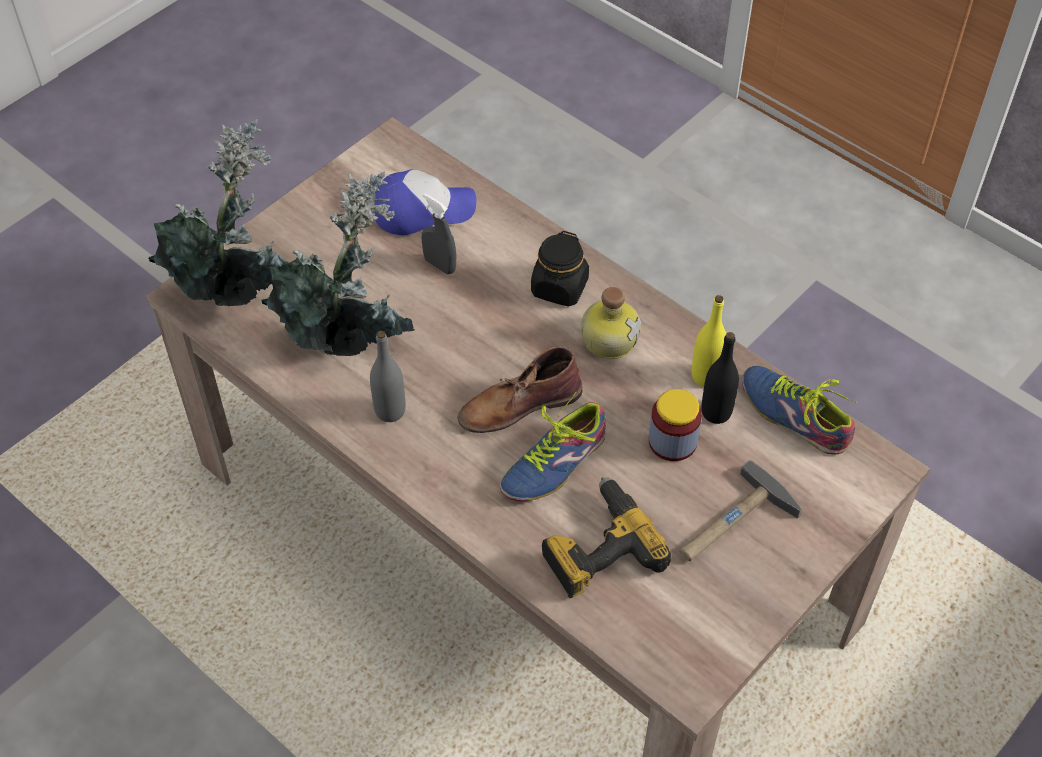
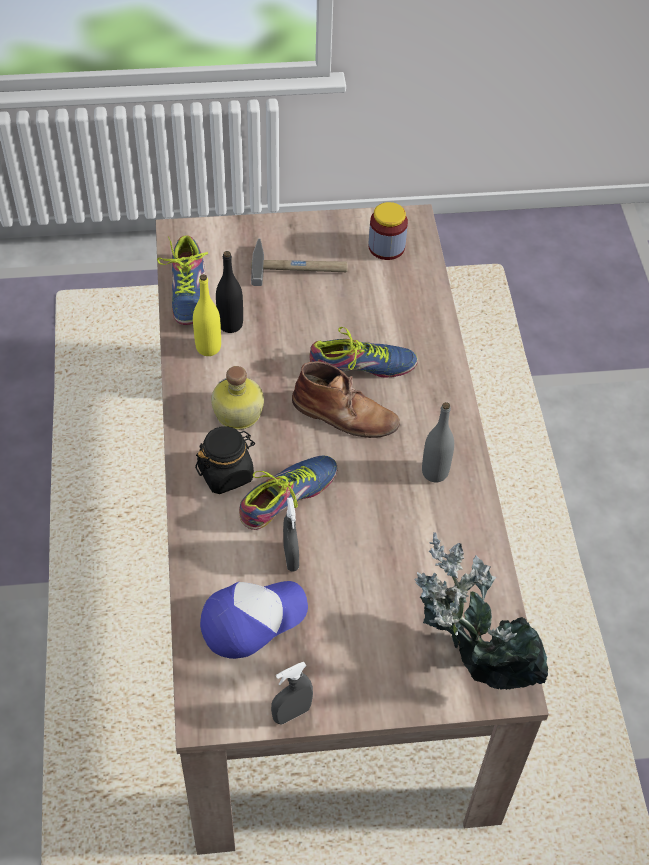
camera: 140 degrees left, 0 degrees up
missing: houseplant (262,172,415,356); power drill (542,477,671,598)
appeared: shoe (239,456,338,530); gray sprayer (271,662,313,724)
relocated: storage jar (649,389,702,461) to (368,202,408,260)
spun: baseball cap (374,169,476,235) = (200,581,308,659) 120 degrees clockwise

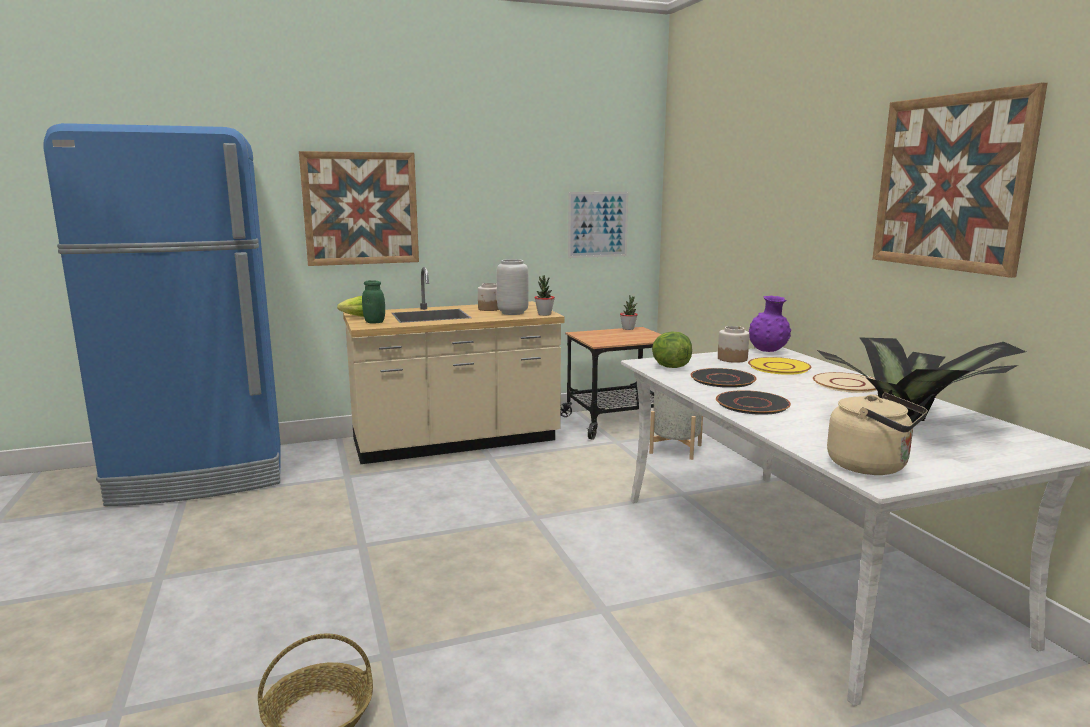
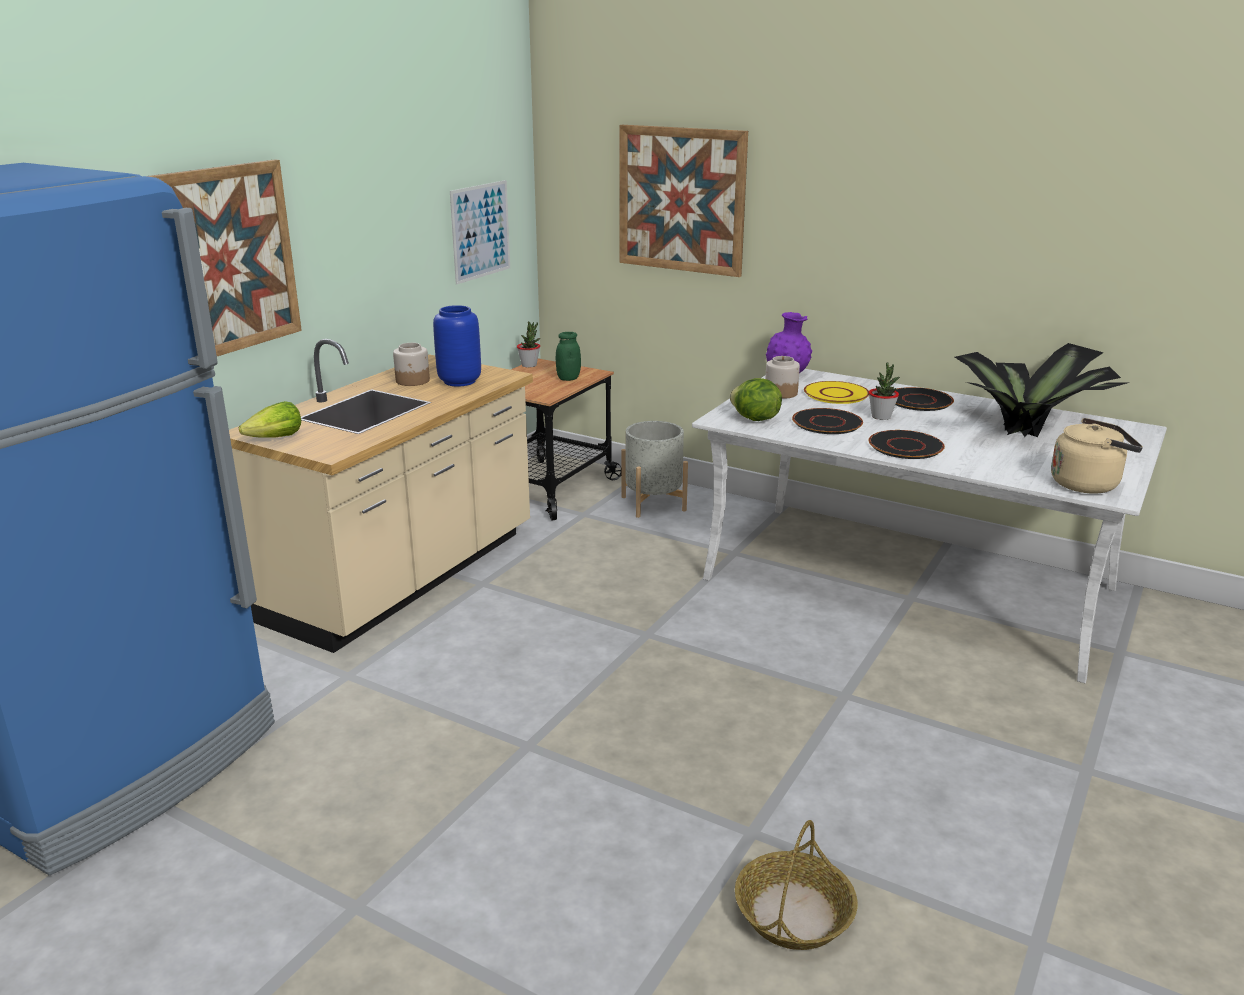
camera: 40 degrees left, 10 degrees up
relocated: green storage jar (362,280,385,324) to (556,332,581,381); houseplant (534,275,555,316) to (869,363,900,420); picture (872,82,1048,278) to (619,125,748,277)
colour: gray vase (497,259,529,315) to blue-coloured vase (433,305,481,386); beige-coloured dinner plate (813,372,877,393) to black dinner plate (895,387,954,411)

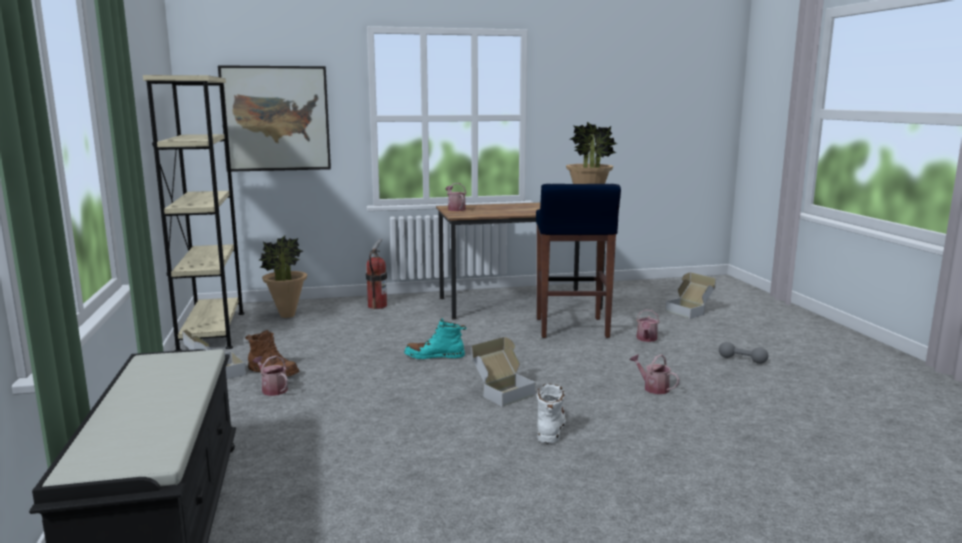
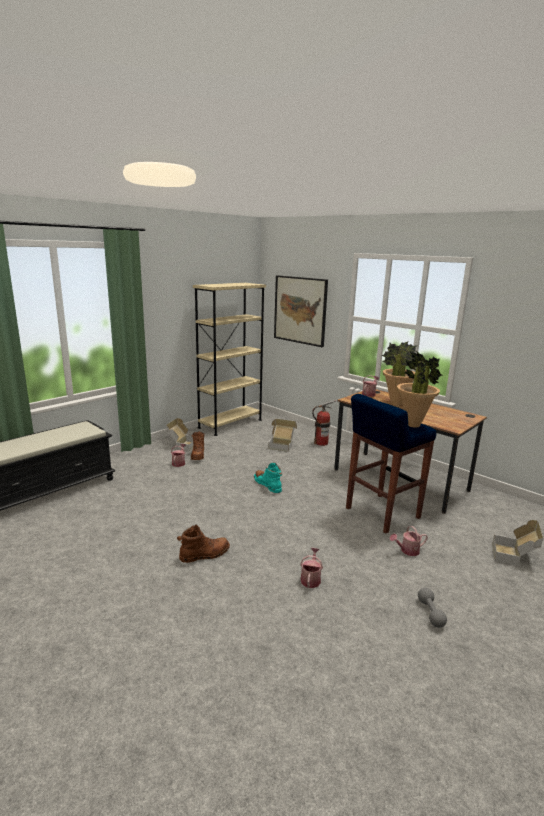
camera: 55 degrees right, 5 degrees up
relocated: houseplant (259,236,307,318) to (381,341,418,406); packing box (471,337,536,407) to (268,419,297,452)
colour: white tall boot (537,384,566,444) to brown-coloured tall boot (177,525,230,563)

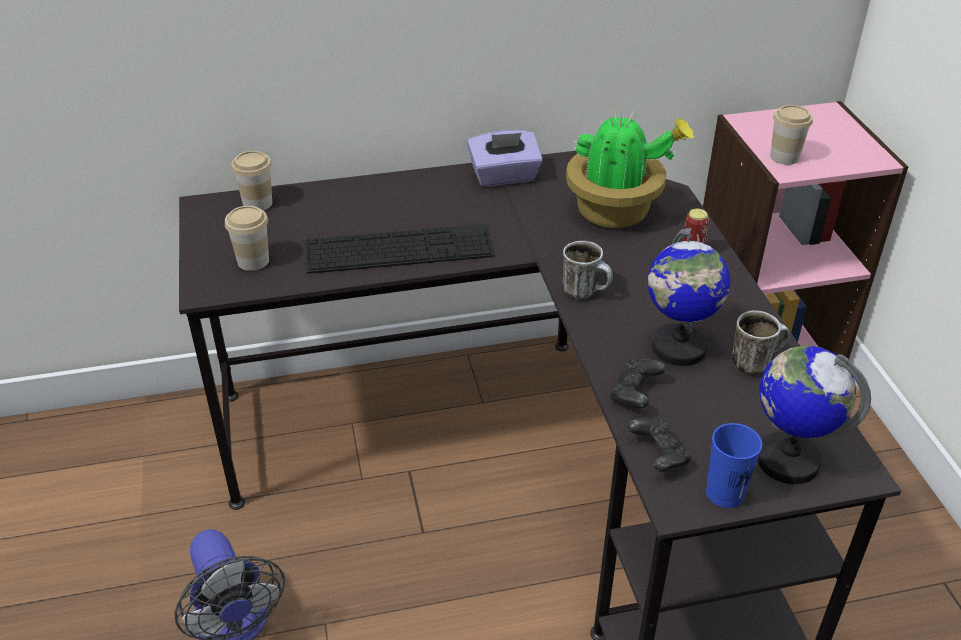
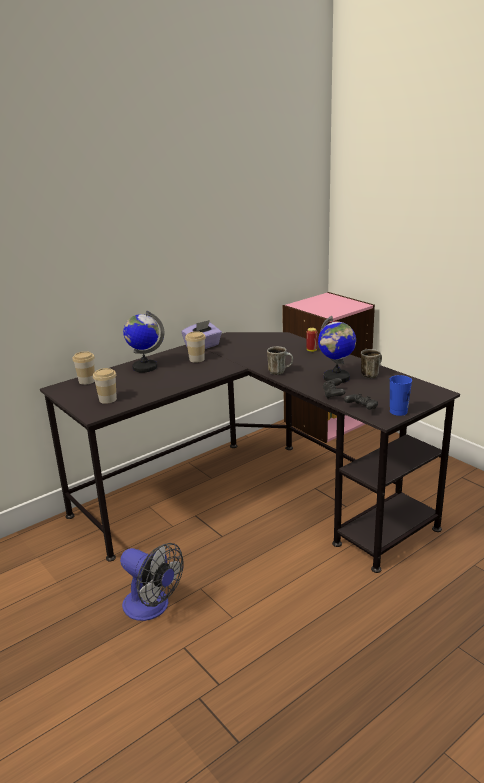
camera: 25 degrees left, 15 degrees down
missing: computer keyboard (305,224,494,274); houseplant (566,108,695,228)
relocated: desk globe (757,346,871,484) to (123,311,164,373); small cup (770,105,813,165) to (185,331,206,363)

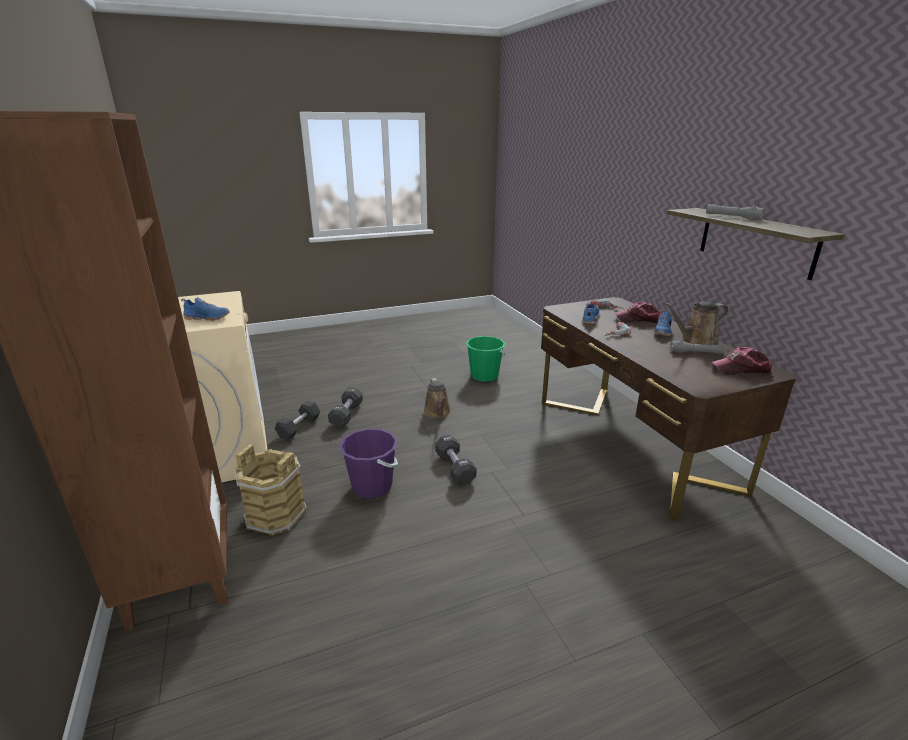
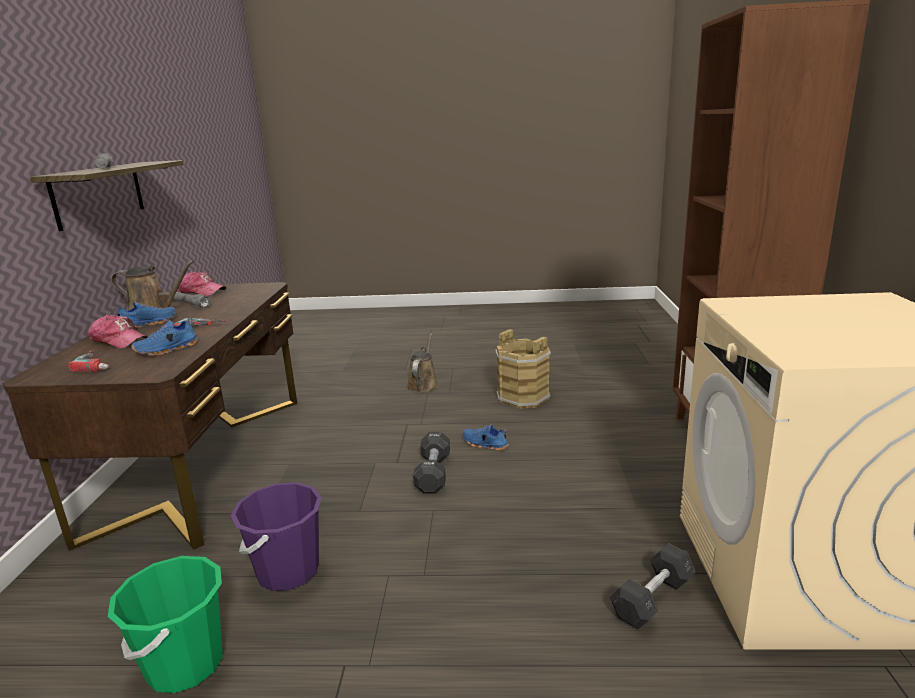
camera: 155 degrees left, 5 degrees down
missing: black free weight (328,388,363,428)
relocated: blue-coloured shoe (181,297,229,321) to (463,424,509,451); brown-coloured bucket (234,444,307,536) to (495,329,551,409); purple-coloured bucket (339,429,398,498) to (231,482,322,591); brown-coloured watering can (423,378,451,418) to (407,333,439,393)

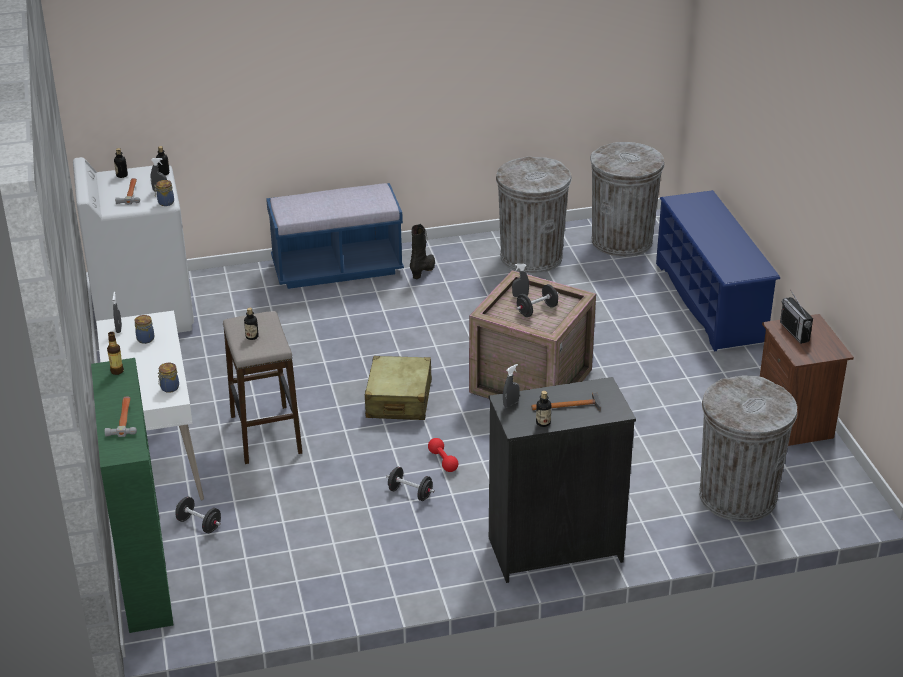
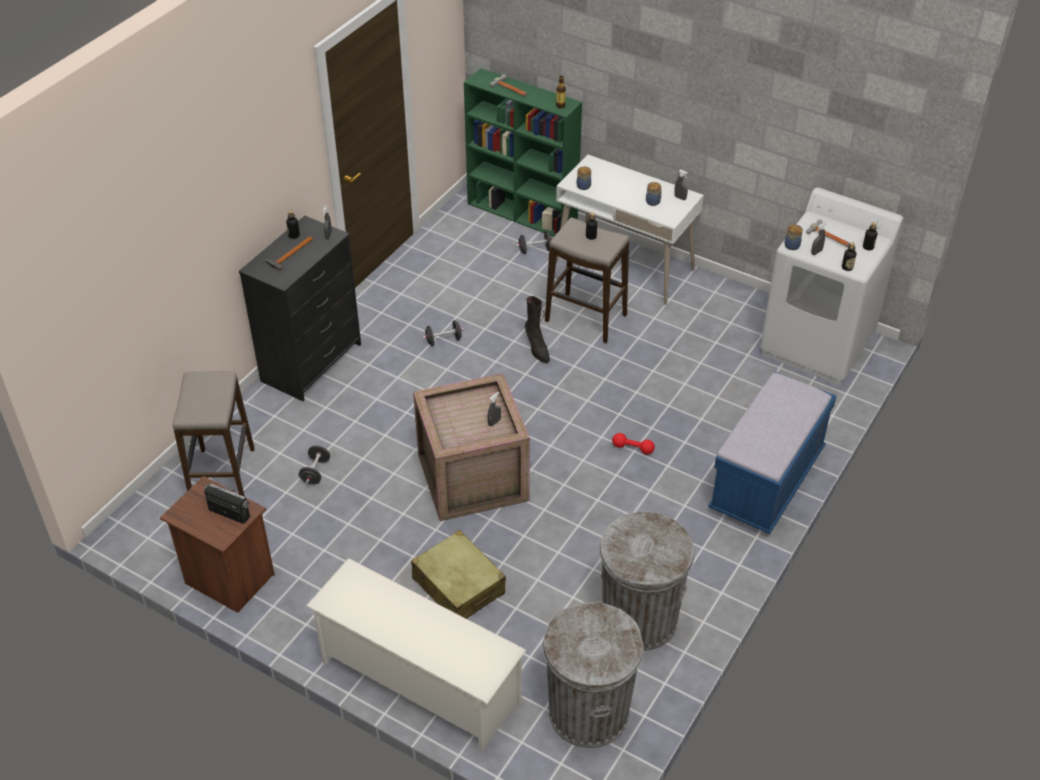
camera: 135 degrees right, 10 degrees up
relocated: beige-coloured suitcase (365,356,432,420) to (411,530,506,619); black tall boot (410,224,435,279) to (525,296,550,363); red free weight (428,438,458,472) to (612,433,655,454); black free weight (516,284,558,317) to (299,446,330,484)
exchanged: gray trash can (699,375,797,522) to stool seat (173,371,255,497)
colour: blue-coloured shoe shelf (656,190,780,351) to white shoe shelf (306,558,526,752)

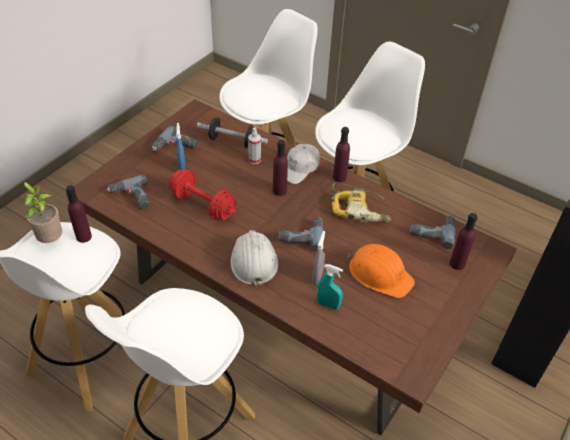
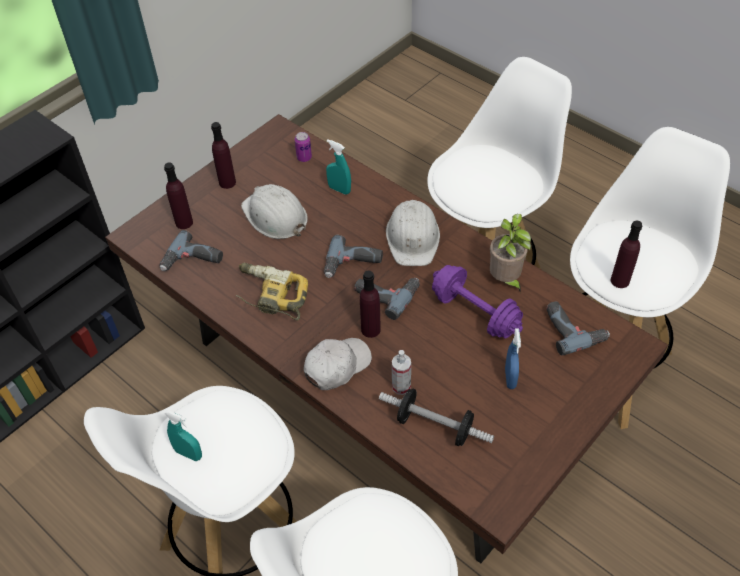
camera: 170 degrees left, 5 degrees up
missing: gray sprayer (312,231,325,284)
appeared: turquoise-coloured sprayer (164,410,202,461); sealed can (295,132,312,162)
relocated: houseplant (24,182,62,243) to (490,214,531,294); power drill (152,125,198,151) to (354,278,420,320); purple-coloured bottle (333,127,350,182) to (211,122,236,189)
colour: red free weight (169,170,236,220) to purple-coloured free weight (432,265,523,339); orange work helmet (348,244,415,298) to white work helmet (241,184,308,239)

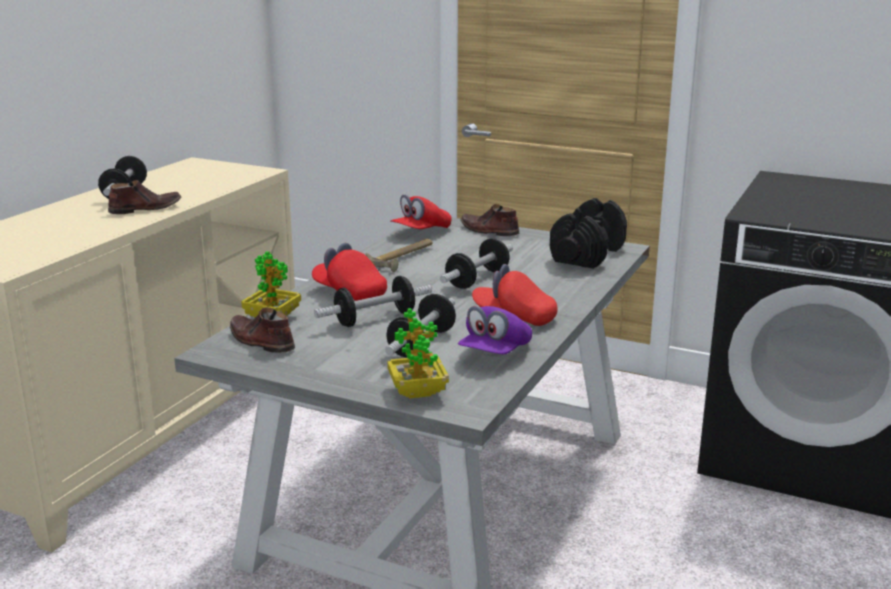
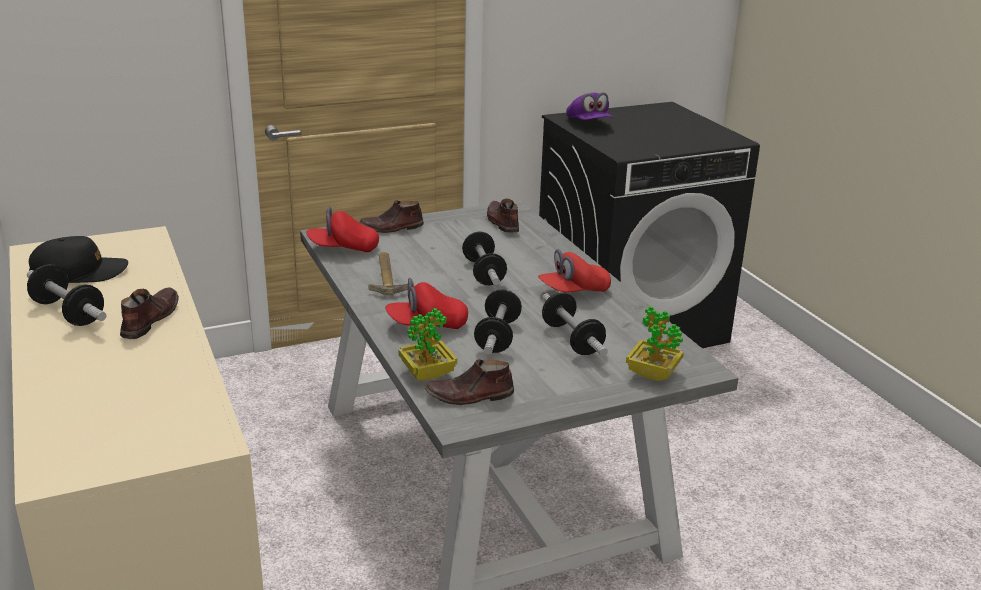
camera: 50 degrees left, 5 degrees up
appeared: black baseball cap (29,236,128,283)
relocated: purple-coloured baseball cap (458,306,532,354) to (566,92,613,120)
exchanged: black free weight (550,198,627,269) to brown-coloured shoe (487,199,519,233)
spun: red baseball cap (391,194,451,229) = (306,207,379,252) 90 degrees clockwise

